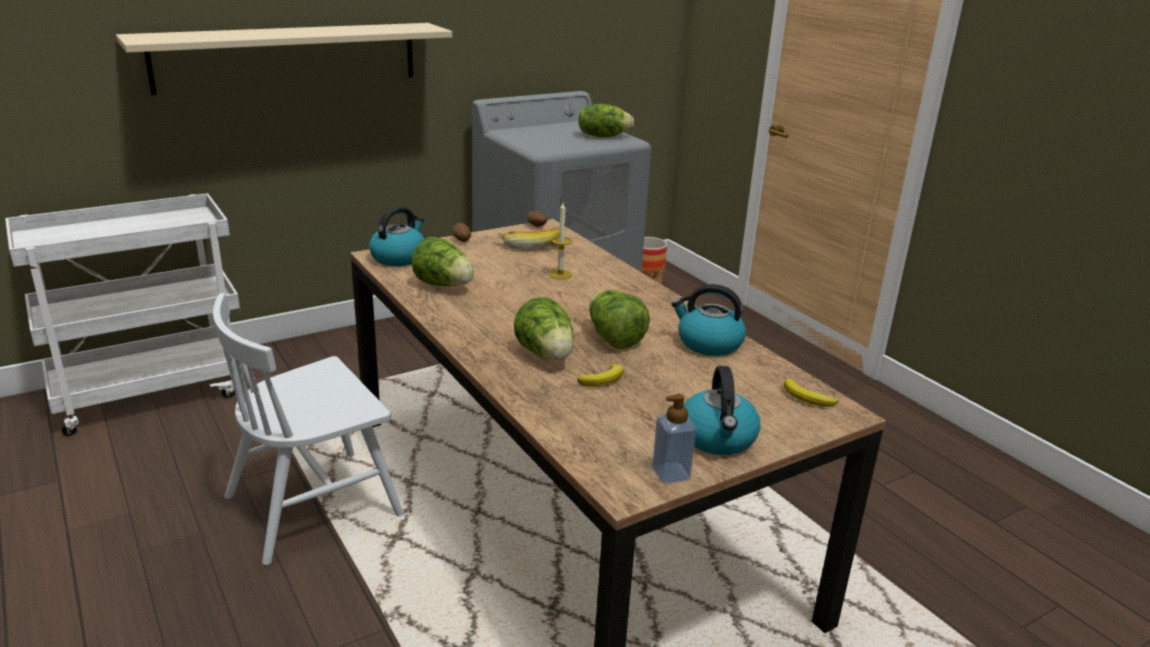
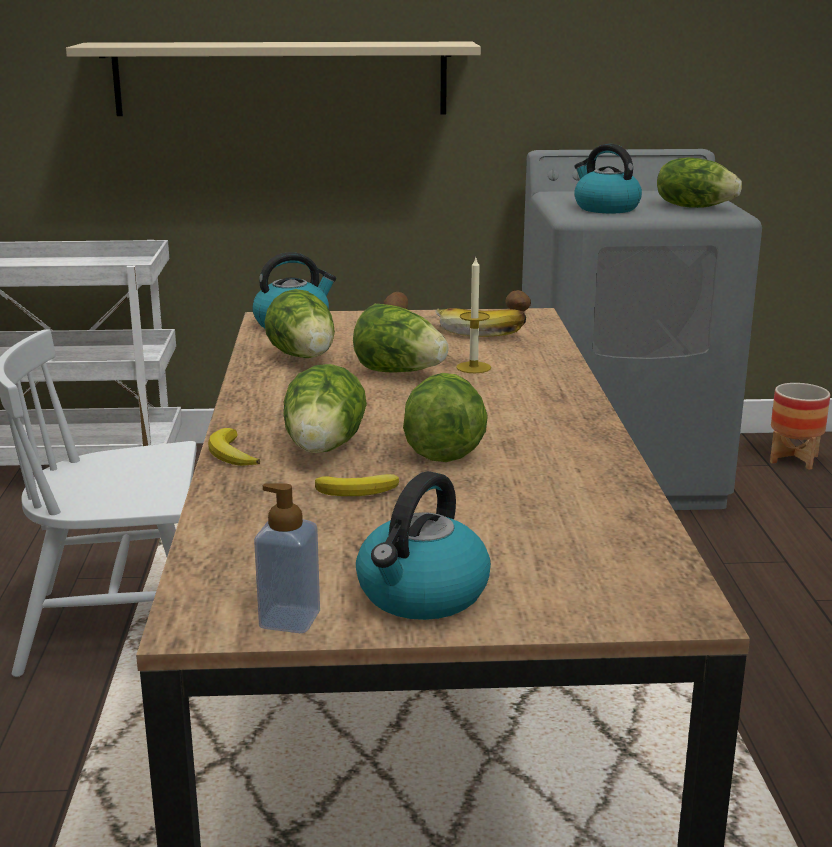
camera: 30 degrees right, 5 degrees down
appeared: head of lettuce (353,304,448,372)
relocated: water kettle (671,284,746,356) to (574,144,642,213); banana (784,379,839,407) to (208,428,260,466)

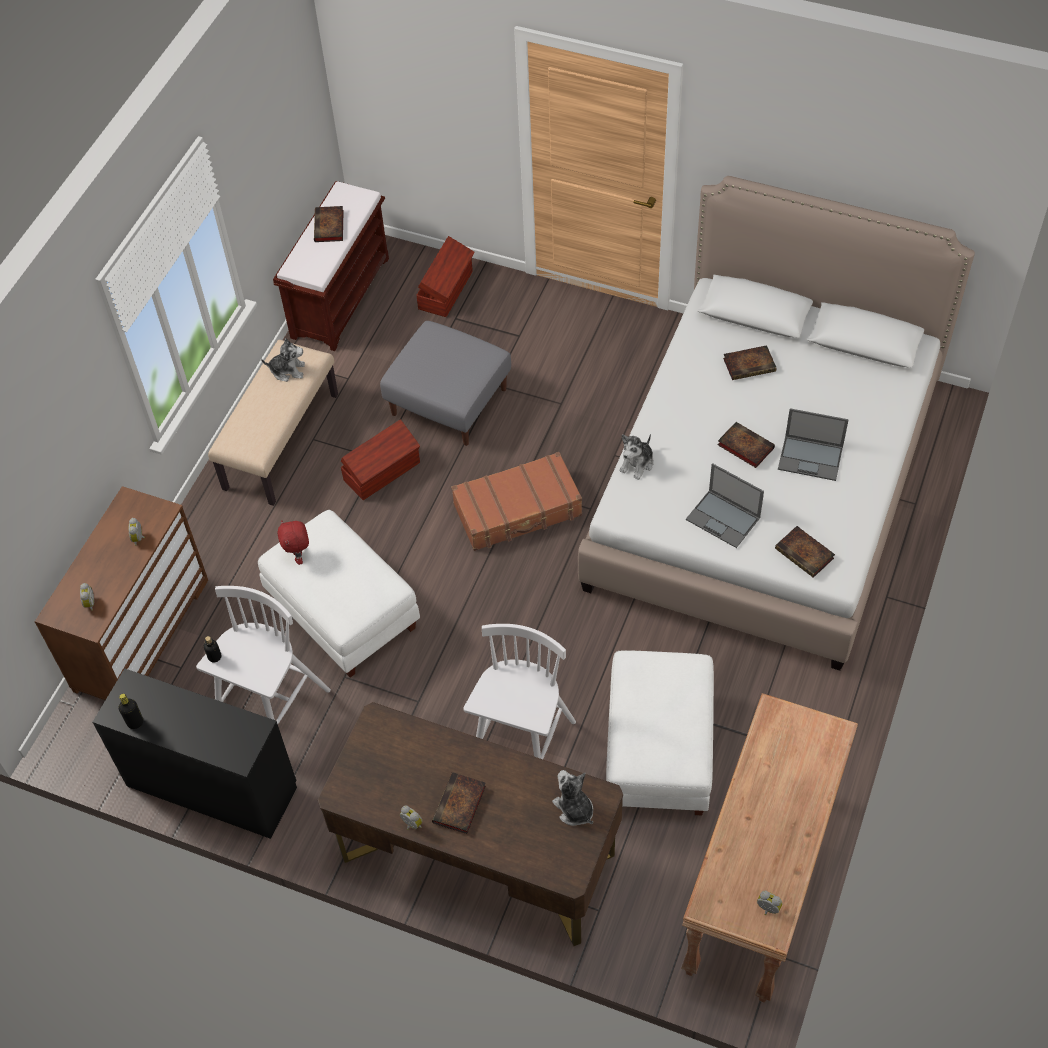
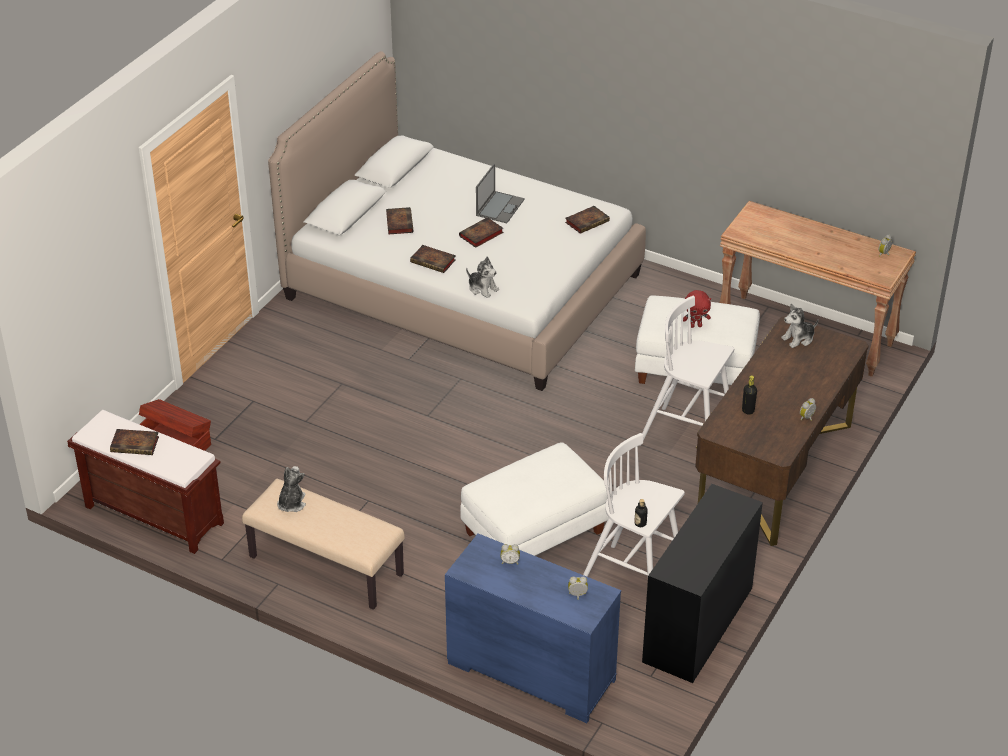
camera: 85 degrees left, 15 degrees down
missing: brown-coloured storage container (341,419,420,500); gray pouffe (380,321,511,446); brown-coloured suitcase (451,452,582,551); laptop (686,463,764,548)
relocated: black bottle (119,694,143,729) to (742,375,757,415); red soft toy (277,520,309,565) to (683,290,711,328); bound book (432,772,486,834) to (410,245,456,273)
colour: brown-coloured chest of drawers (35,486,208,700) to blue-coloured chest of drawers (445,534,621,723)

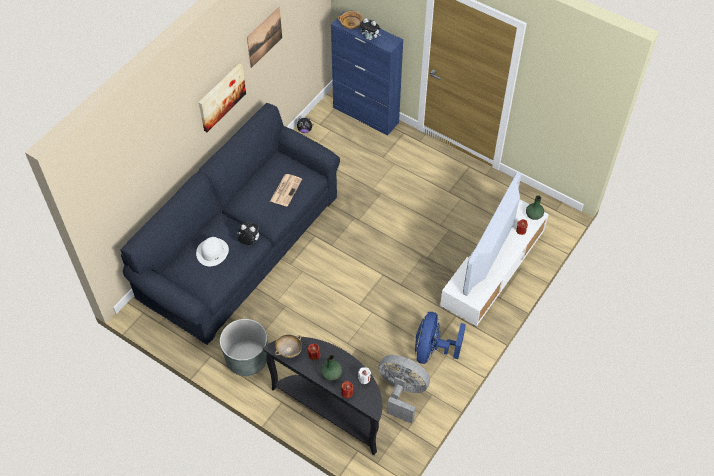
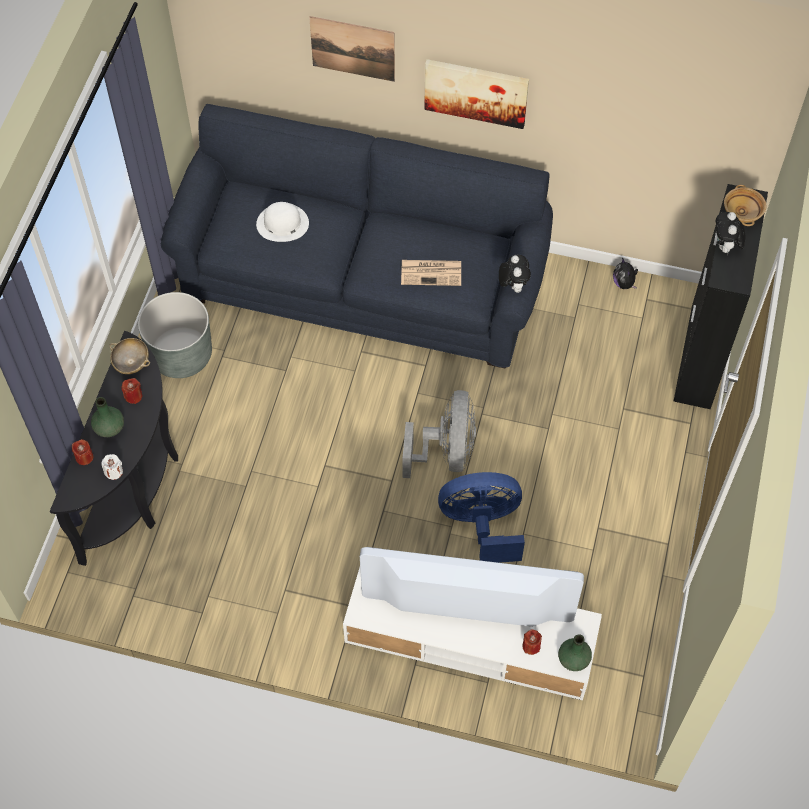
camera: 70 degrees right, 5 degrees up
relocated: soft toy (237,222,259,245) to (499,255,531,293); picture (247,7,282,68) to (309,16,395,82); gray fan (379,355,430,423) to (403,390,476,478); blue-coloured fan (415,312,466,364) to (438,472,525,563)
colour: blue-coloured storage cabinet (331,11,403,136) to black storage cabinet (674,184,768,409)

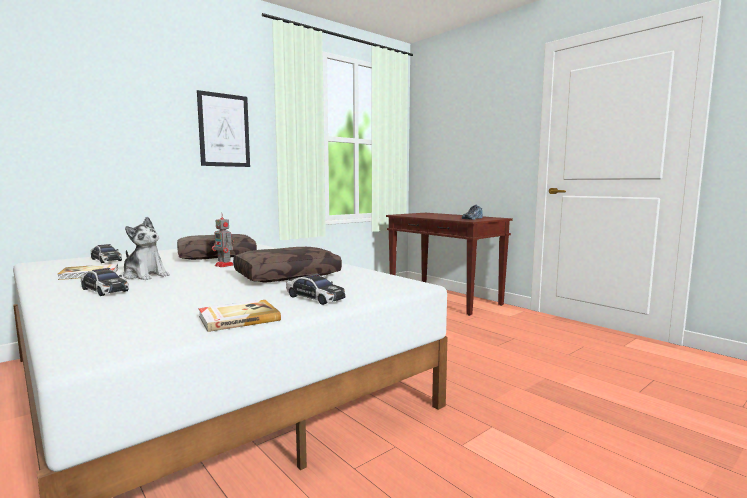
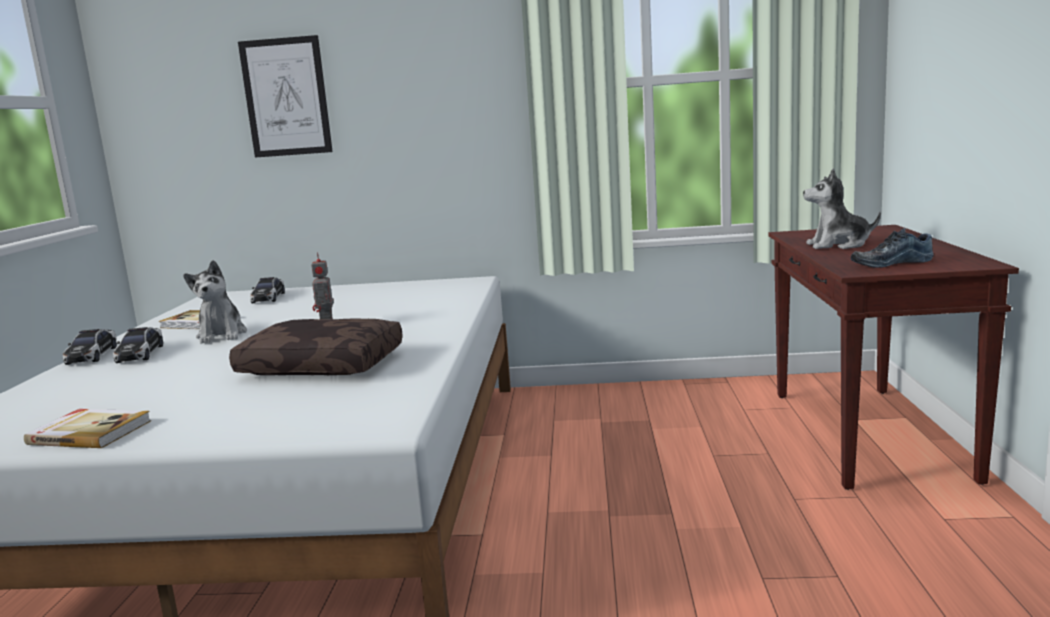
camera: 45 degrees right, 5 degrees up
missing: brown-coloured cushion (177,234,257,260)
appeared: soft toy (803,168,881,249)
relocated: picture (197,90,250,167) to (238,35,333,158); toy car (286,274,345,305) to (63,329,117,365)

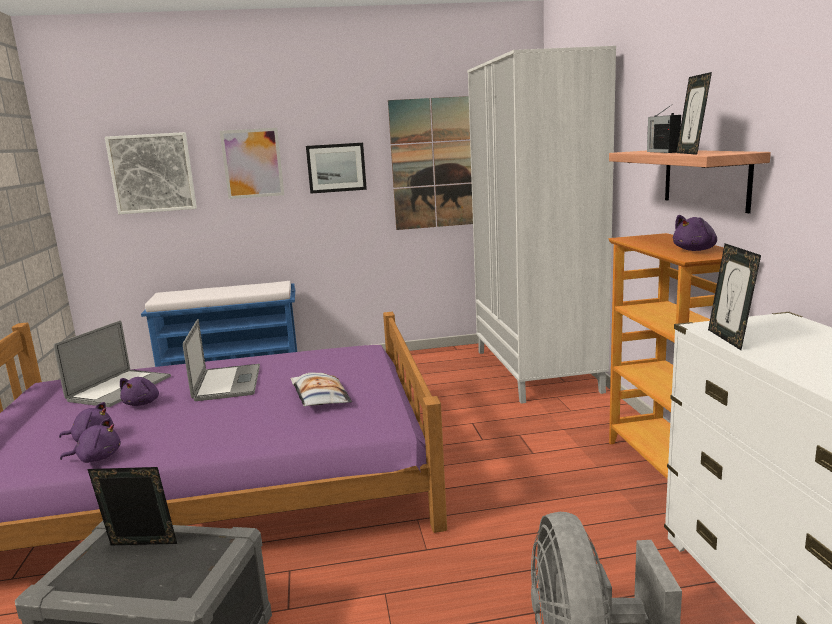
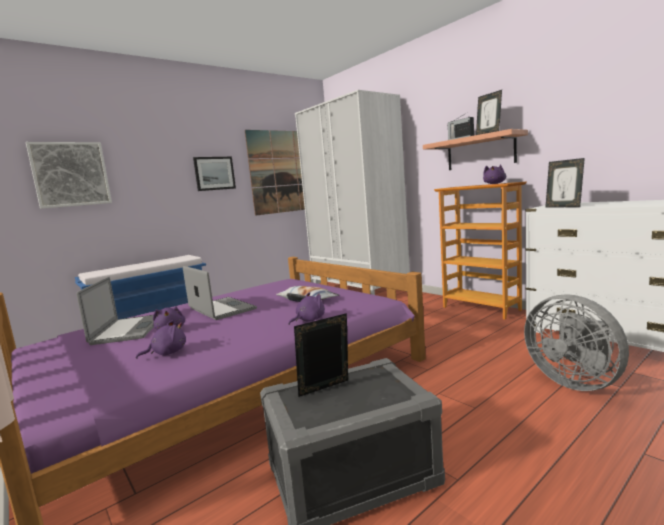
camera: 30 degrees left, 5 degrees down
missing: picture (220,128,284,199)
relocated: purple-coloured soft toy (60,418,121,463) to (288,292,325,325)

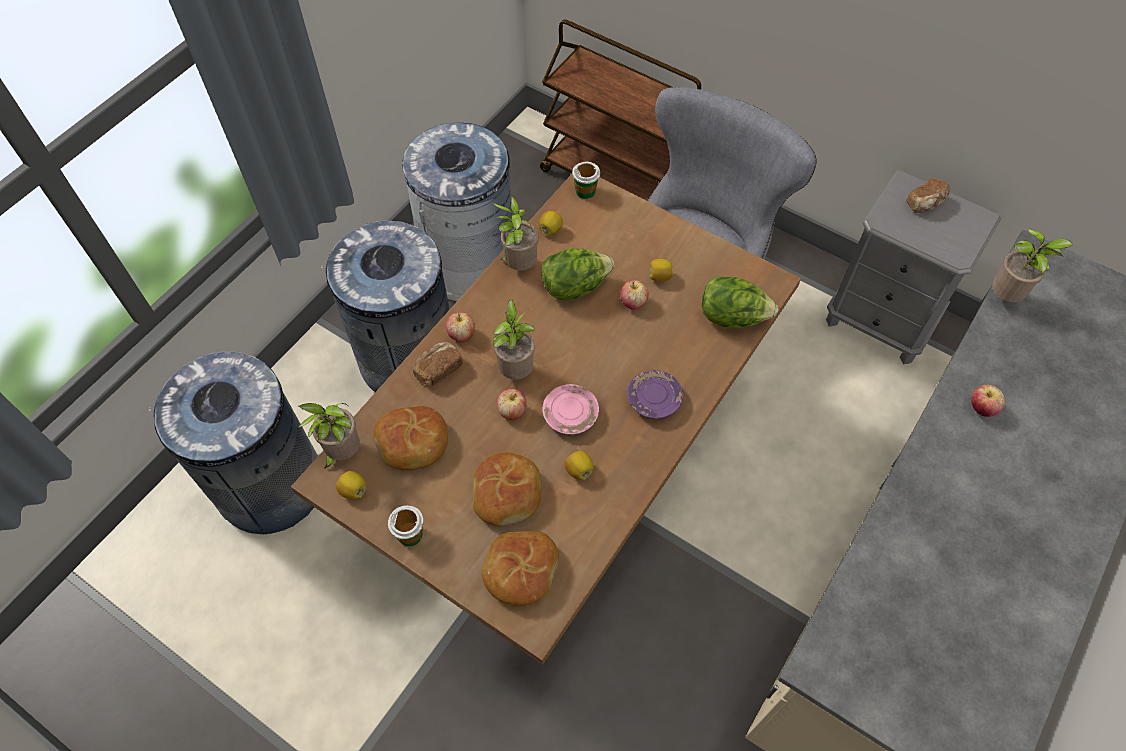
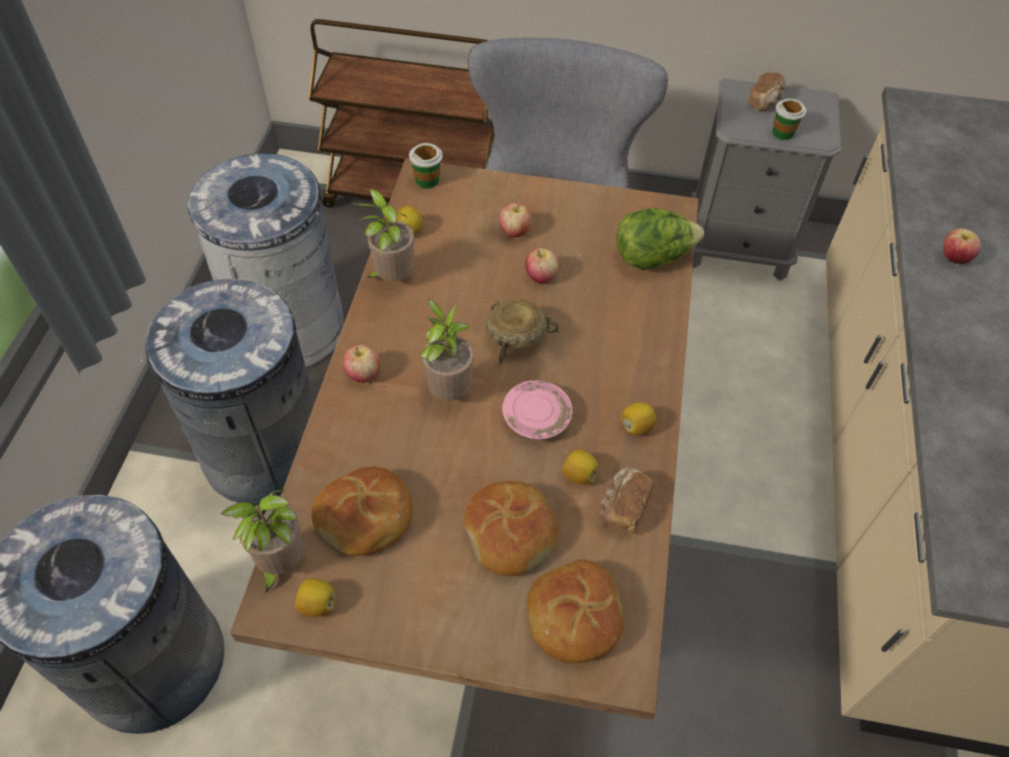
camera: 25 degrees left, 5 degrees down
missing: head of lettuce (542,248,614,300); purple-coloured dinner plate (627,370,683,419); houseplant (992,228,1073,302)
appeared: beige-coloured bowl (485,299,560,365)
relocated: small cup (388,505,424,547) to (772,99,806,140); bread (413,342,463,387) to (600,467,654,534); whole apple (497,389,527,420) to (499,203,531,238); whole lemon (650,259,673,282) to (622,402,657,435)

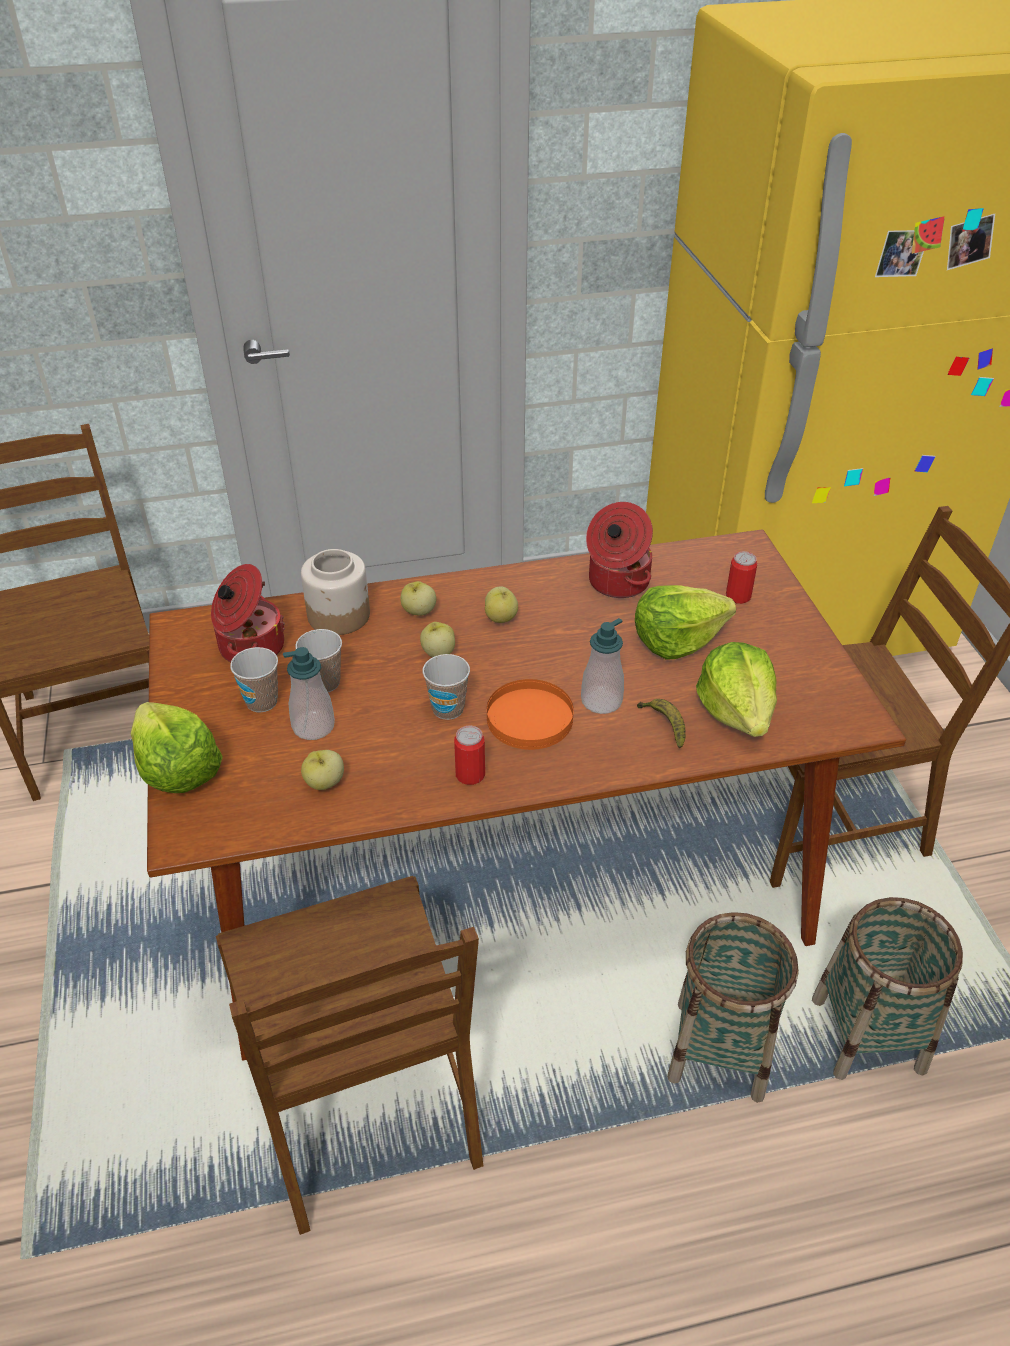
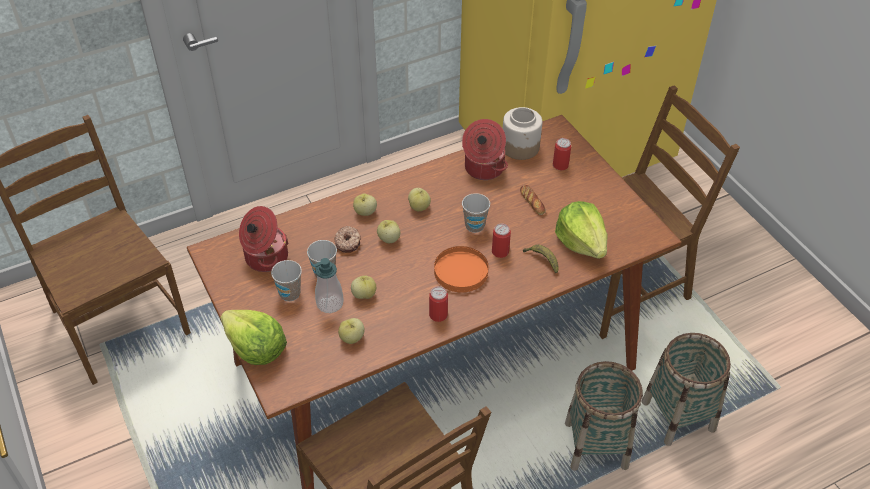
camera: 15 degrees left, 5 degrees up
appeared: donut (334,226,360,253); whole apple (351,275,376,299)
relocated: storage jar (301,549,370,635) to (503,107,542,160); small cup (423,654,470,720) to (462,193,490,233)
exchanged: soap bottle (581,618,624,714) to sealed can (492,224,511,258); head of lettuce (635,585,736,660) to bread (520,185,546,215)

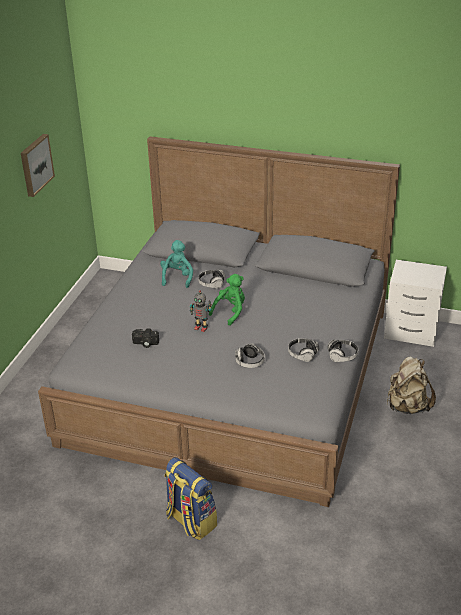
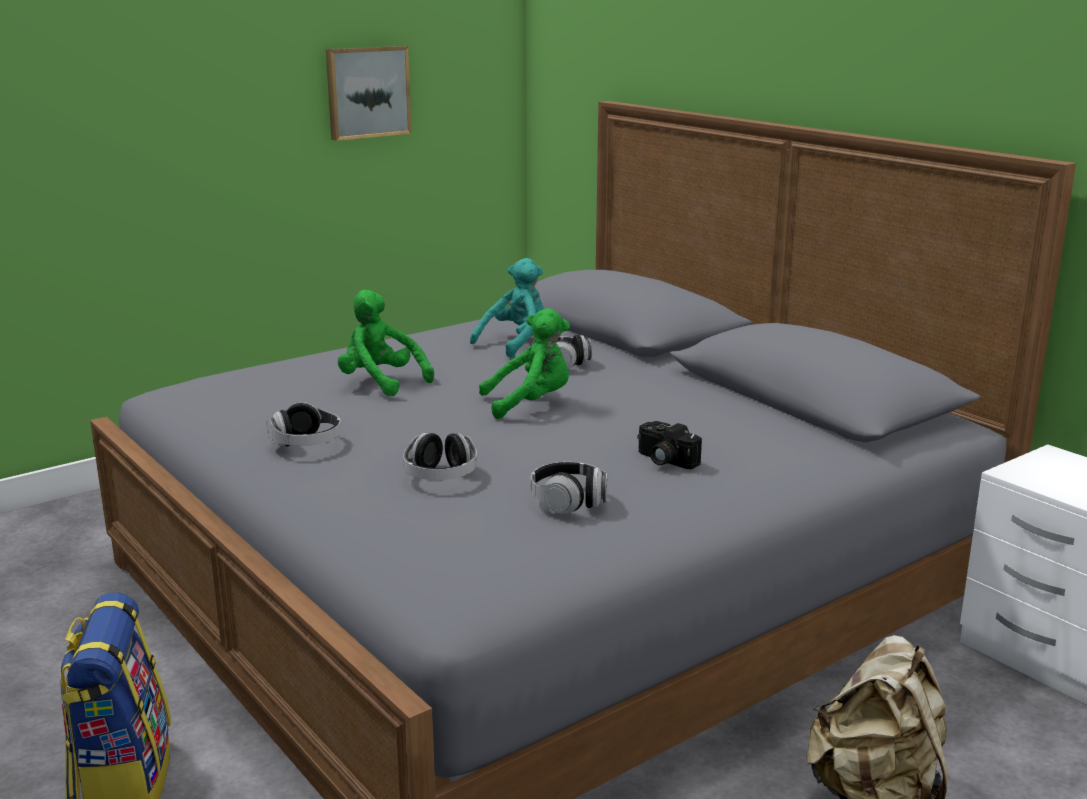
camera: 35 degrees right, 15 degrees down
missing: toy robot (190,290,212,332)
appeared: green soft toy (338,290,434,396)
relocated: photo camera (132,328,159,348) to (637,421,702,469); headphones (327,340,358,362) to (267,402,341,447)

